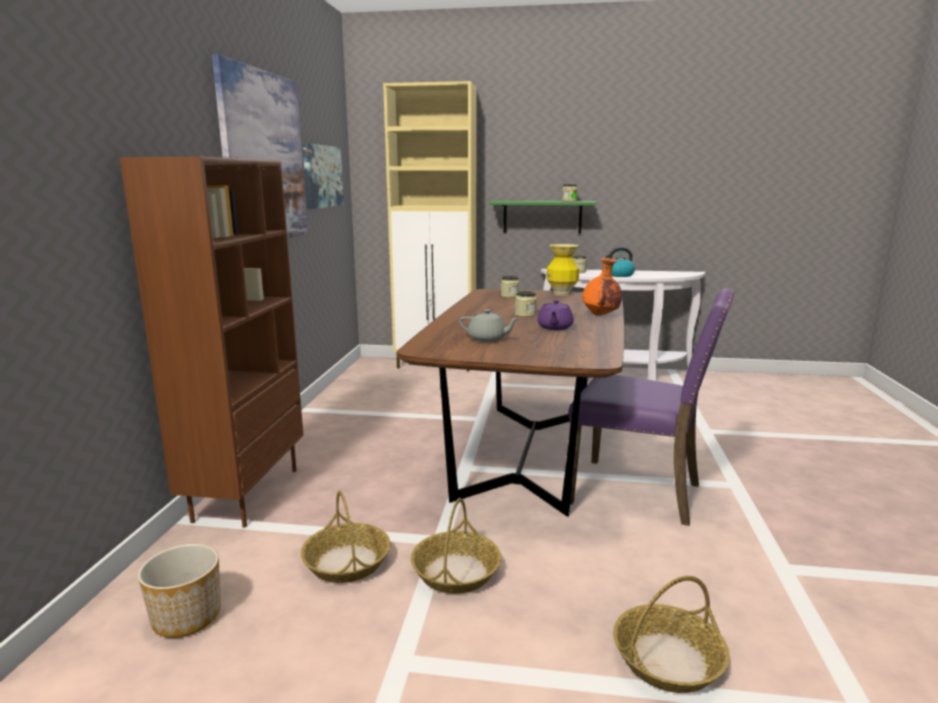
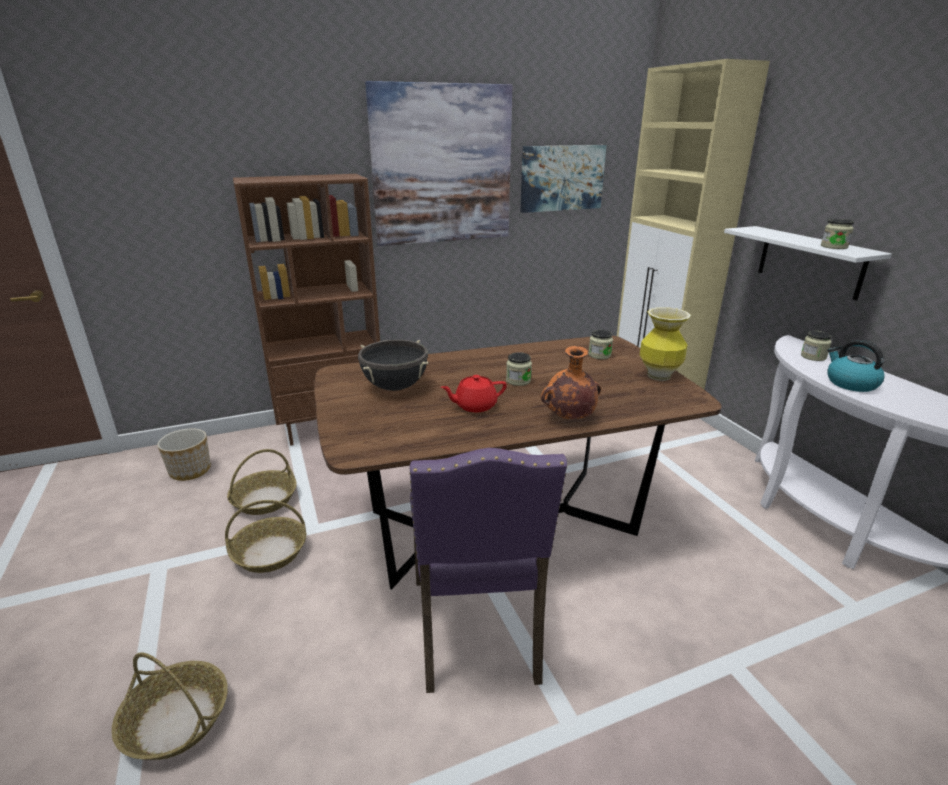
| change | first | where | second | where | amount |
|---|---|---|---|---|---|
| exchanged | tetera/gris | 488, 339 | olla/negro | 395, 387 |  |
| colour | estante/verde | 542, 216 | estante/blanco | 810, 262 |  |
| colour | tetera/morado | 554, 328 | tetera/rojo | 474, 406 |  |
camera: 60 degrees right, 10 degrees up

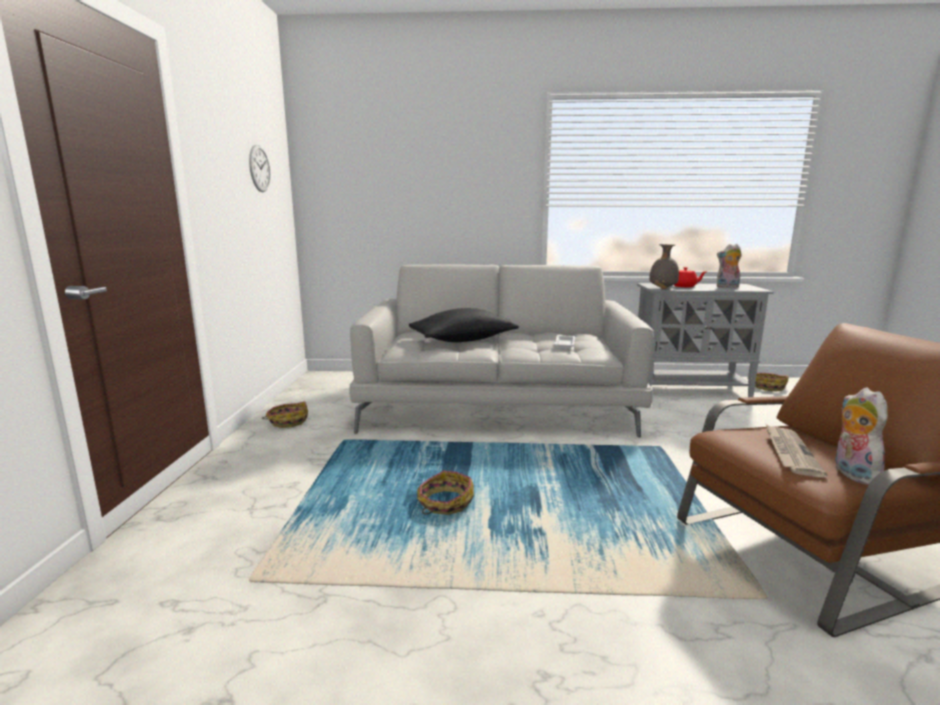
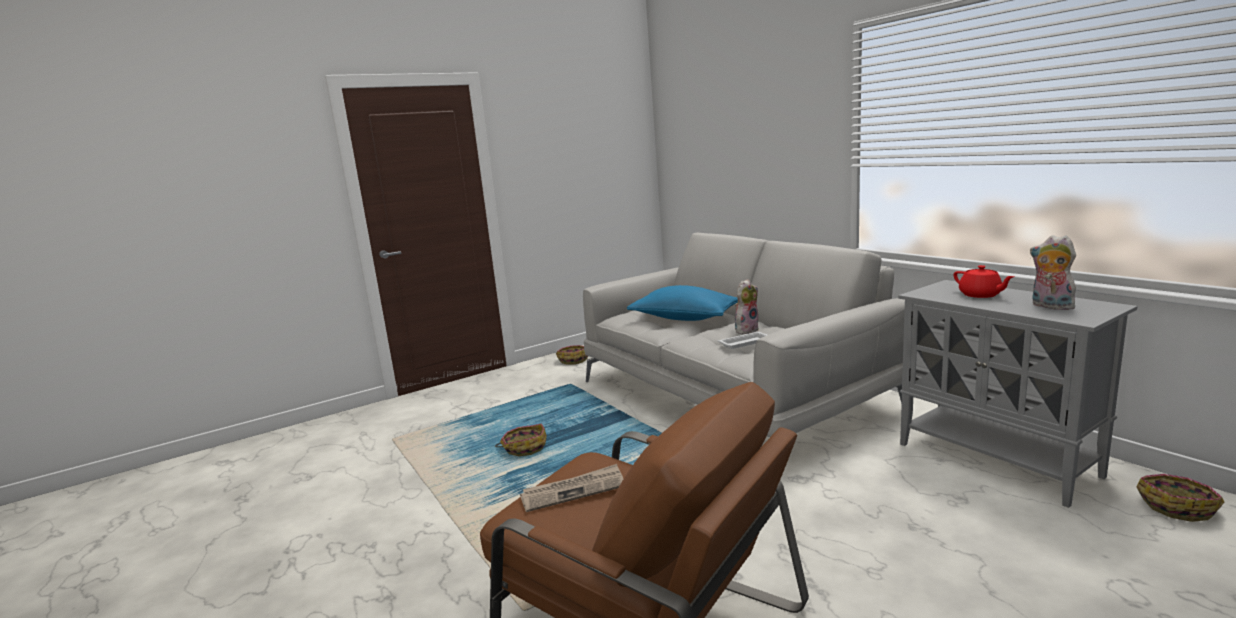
| change | first | where | second | where | amount |
|---|---|---|---|---|---|
| missing | reloj de pared | 259, 168 |  |  |  |
| missing | florero/gris | 662, 288 |  |  |  |
| relocated | peluche | 851, 474 |  | 746, 330 |  |
| colour | cojín/negro | 463, 340 | cojín/azul | 684, 318 |  |
camera: 55 degrees right, 0 degrees up

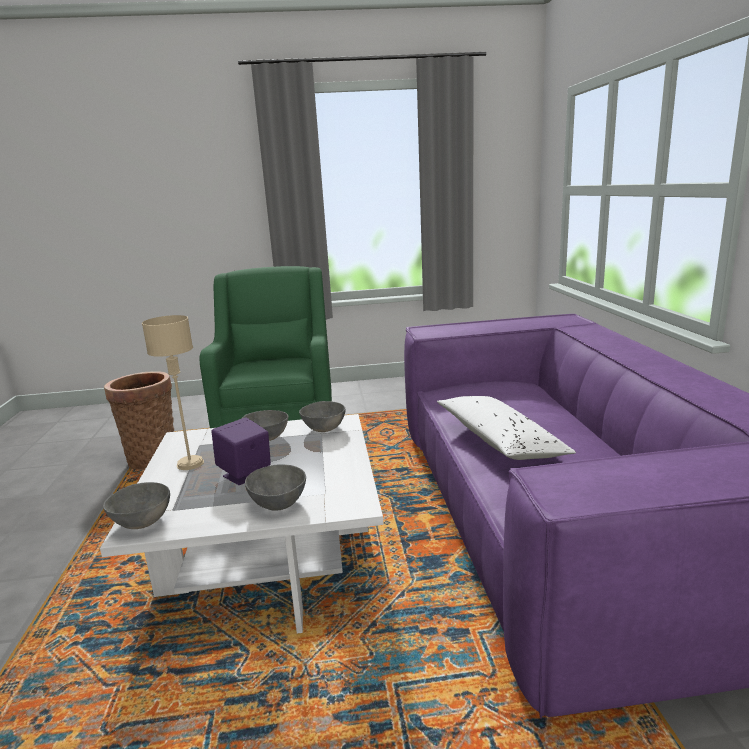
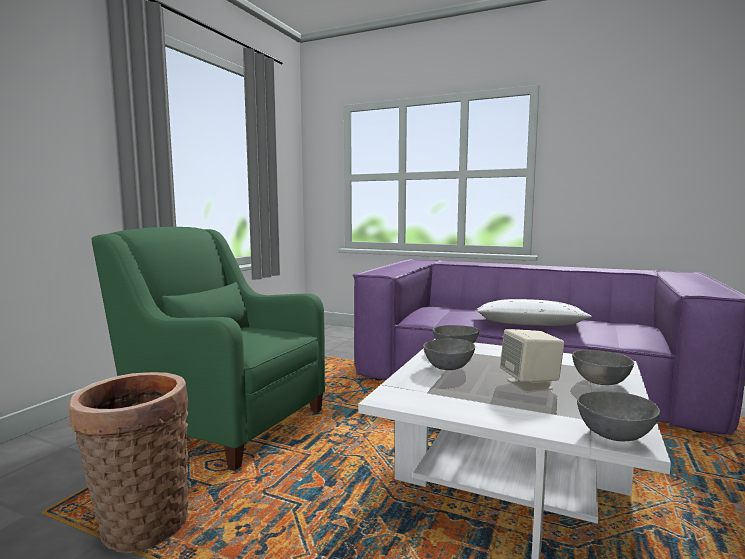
| change | first | where | second | where | amount |
|---|---|---|---|---|---|
| missing | lámpara de mesa/beis | 190, 464 |  |  |  |
| colour | altavoz/morado | 245, 475 | altavoz/beis | 530, 384 |  |
camera: 60 degrees left, 10 degrees down

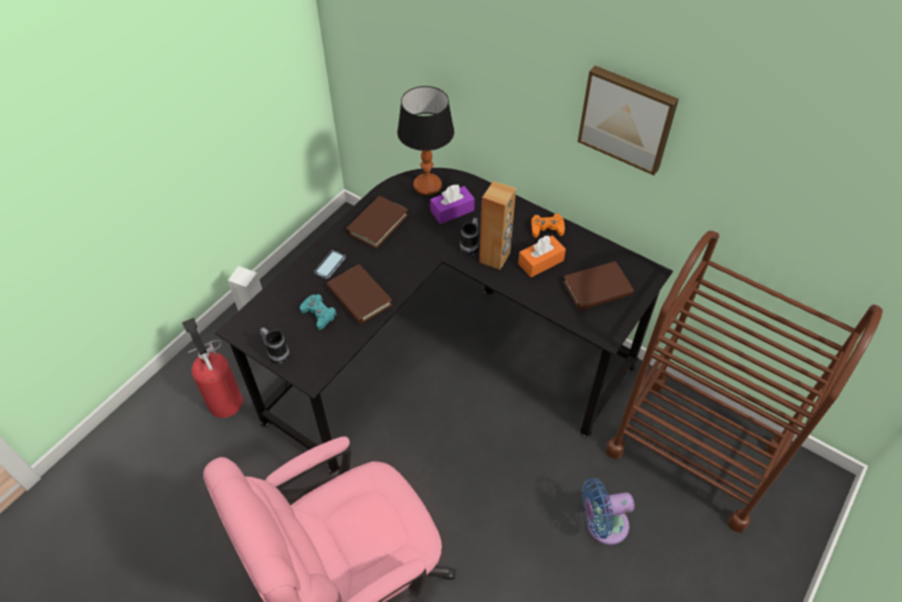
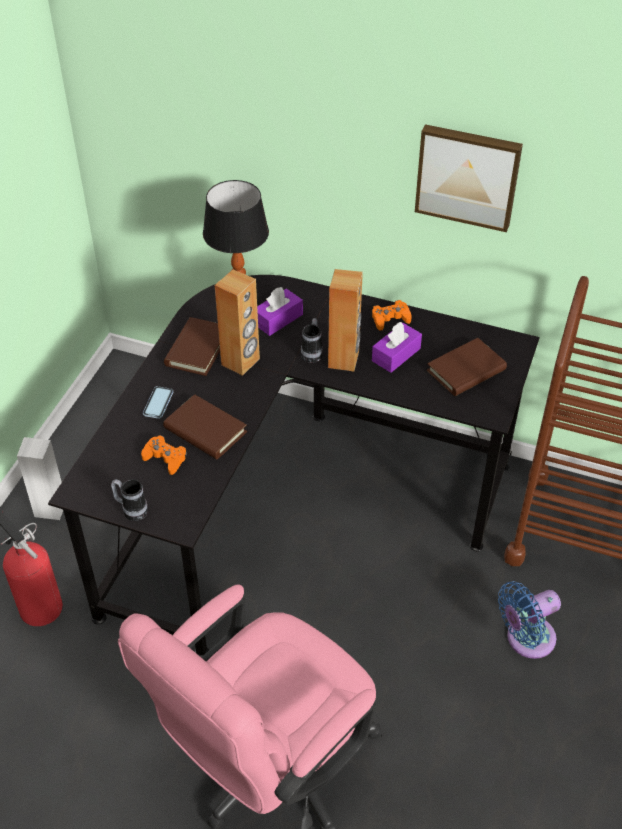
| change | first | where | second | where | amount |
|---|---|---|---|---|---|
| appeared |  |  | altavoz/marrón | 241, 362 |  |
| colour | mando de consola/turquesa | 319, 314 | mando de consola/naranja | 165, 458 |  |
| colour | caja de pañuelos/naranja | 541, 262 | caja de pañuelos/morado | 396, 355 |  |
camera: 15 degrees left, 5 degrees down

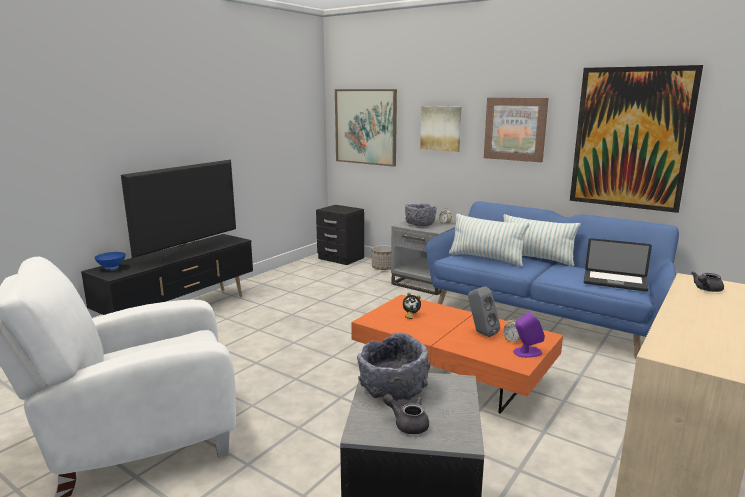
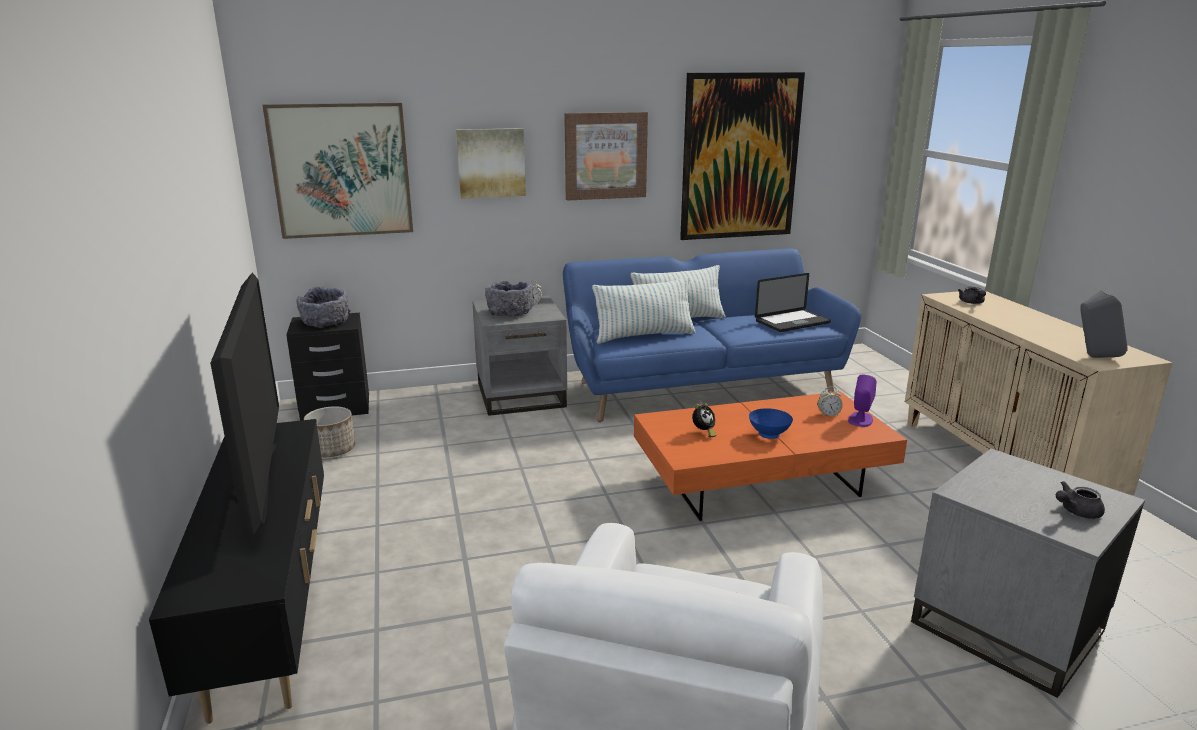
| change | first | where | second | where | amount |
|---|---|---|---|---|---|
| relocated | cuenco/azul | 112, 268 |  | 768, 435 |  |
| relocated | cuenco/gris | 393, 389 |  | 326, 323 |  |
| relocated | maceta | 383, 267 |  | 332, 449 |  |
| relocated | altavoz/gris | 481, 333 |  | 1093, 357 |  |
camera: 50 degrees left, 5 degrees up

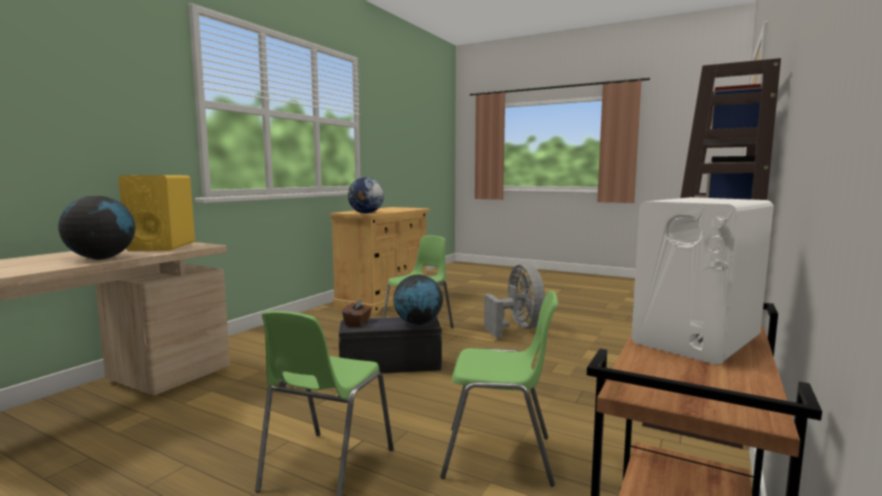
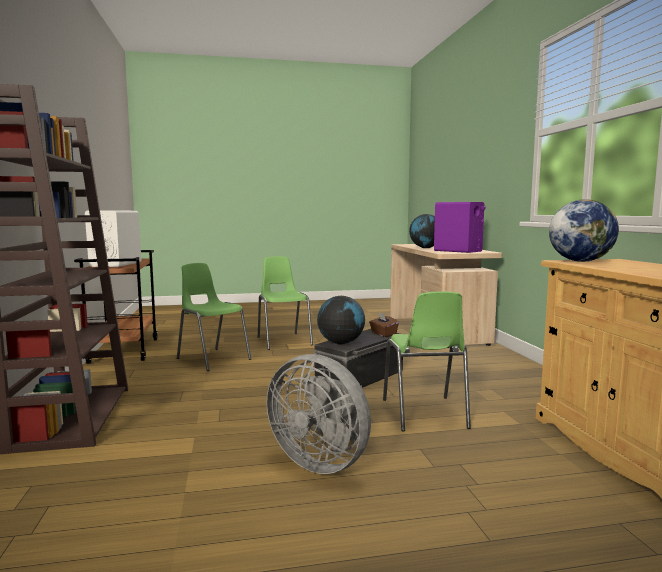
| change | first | where | second | where | amount |
|---|---|---|---|---|---|
| colour | altavoz/amarillo | 162, 246 | altavoz/morado | 458, 251 |  |
| spun | silla/verde | 499, 456 |  | 213, 359 | 75 degrees clockwise |
camera: 140 degrees right, 0 degrees up

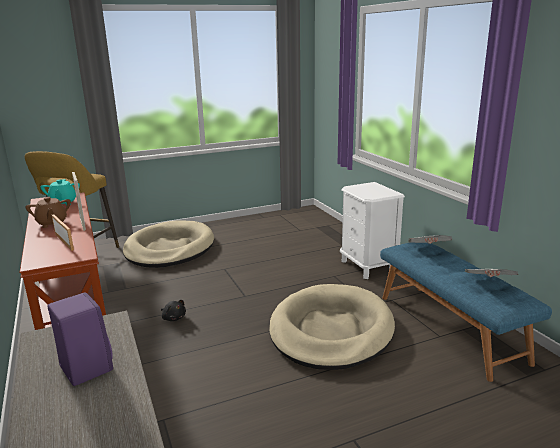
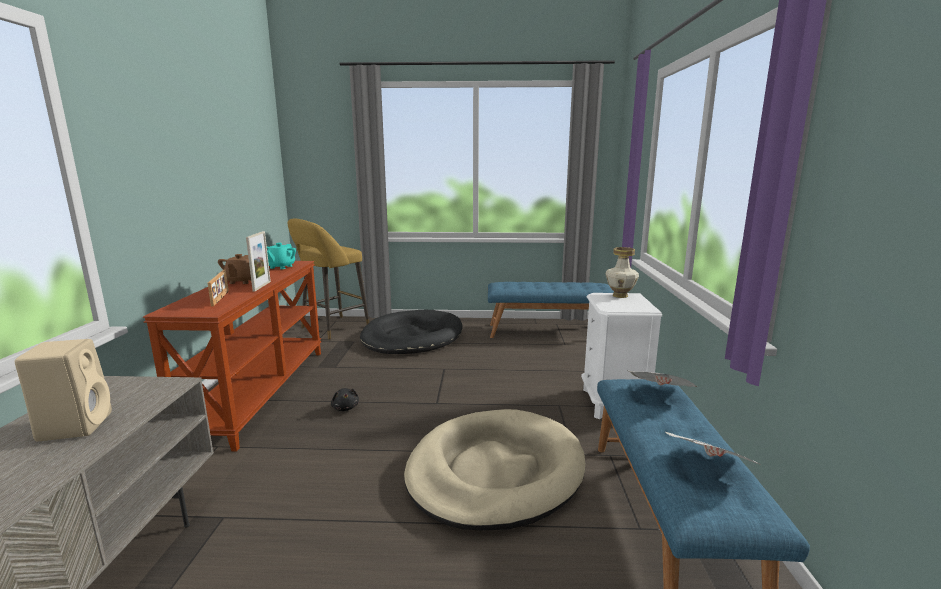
| change | first | where | second | where | amount |
|---|---|---|---|---|---|
| appeared |  |  | banco/azul | 549, 331 |  |
| appeared |  |  | florero | 620, 295 |  |
| colour | altavoz/morado | 85, 368 | altavoz/beis | 76, 425 |  |
| colour | cama para perro/beis | 170, 248 | cama para perro/negro | 412, 337 |  |
camera: 25 degrees right, 5 degrees down

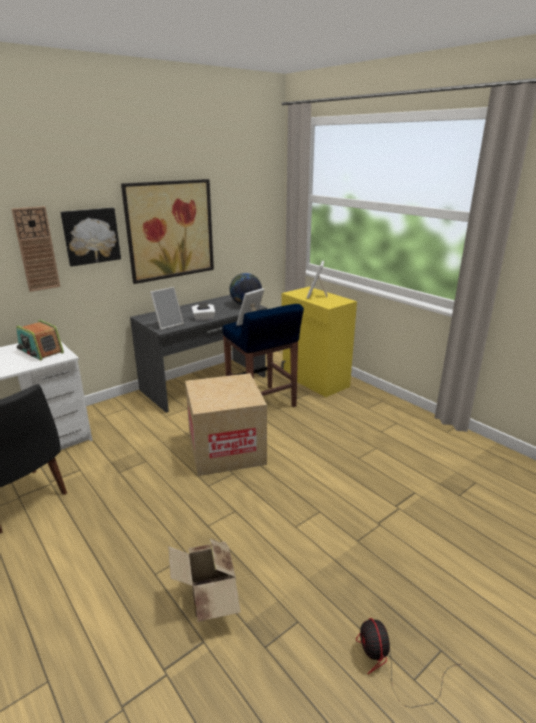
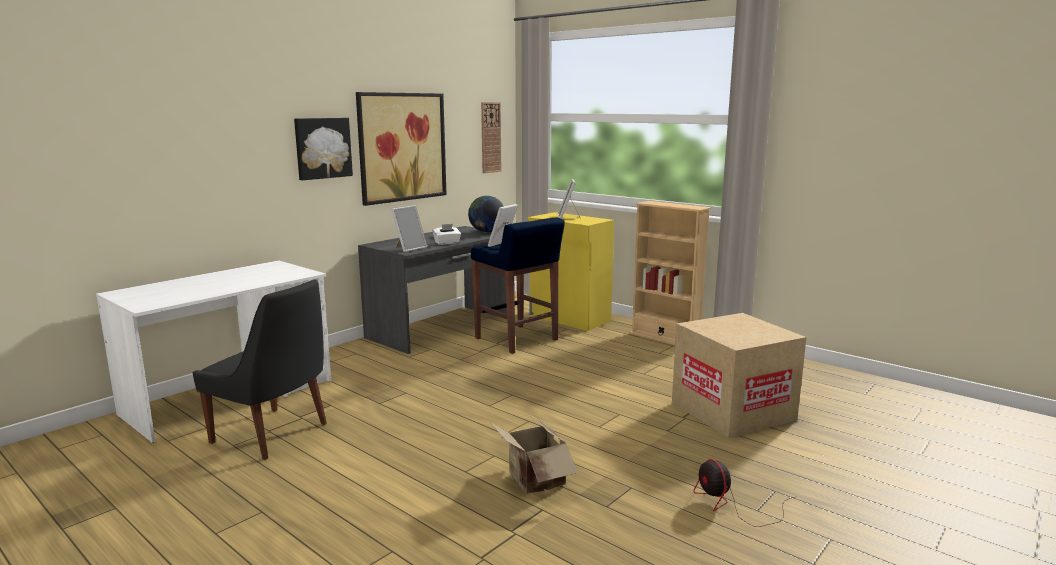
| change | first | where | second | where | amount |
|---|---|---|---|---|---|
| missing | radio | 41, 351 |  |  |  |
| appeared |  |  | estantería/beis | 665, 338 |  |
| relocated | reloj de pared | 36, 249 |  | 490, 137 |  |
| relocated | caja de cartón | 226, 450 |  | 732, 411 |  |
camera: 10 degrees left, 10 degrees down

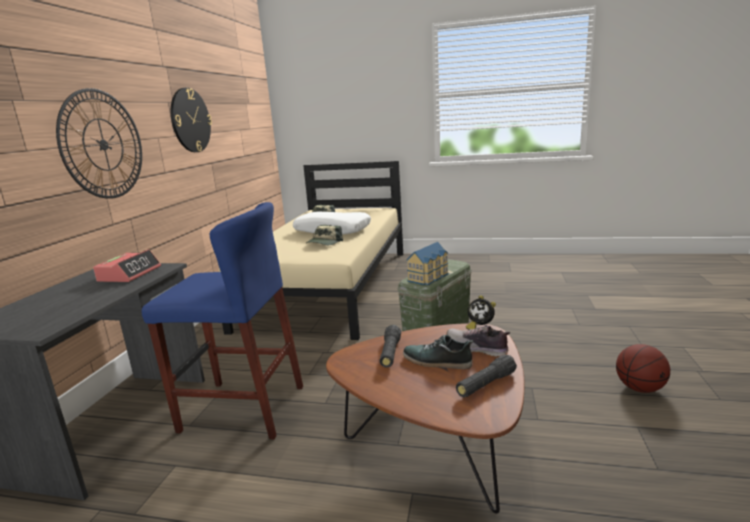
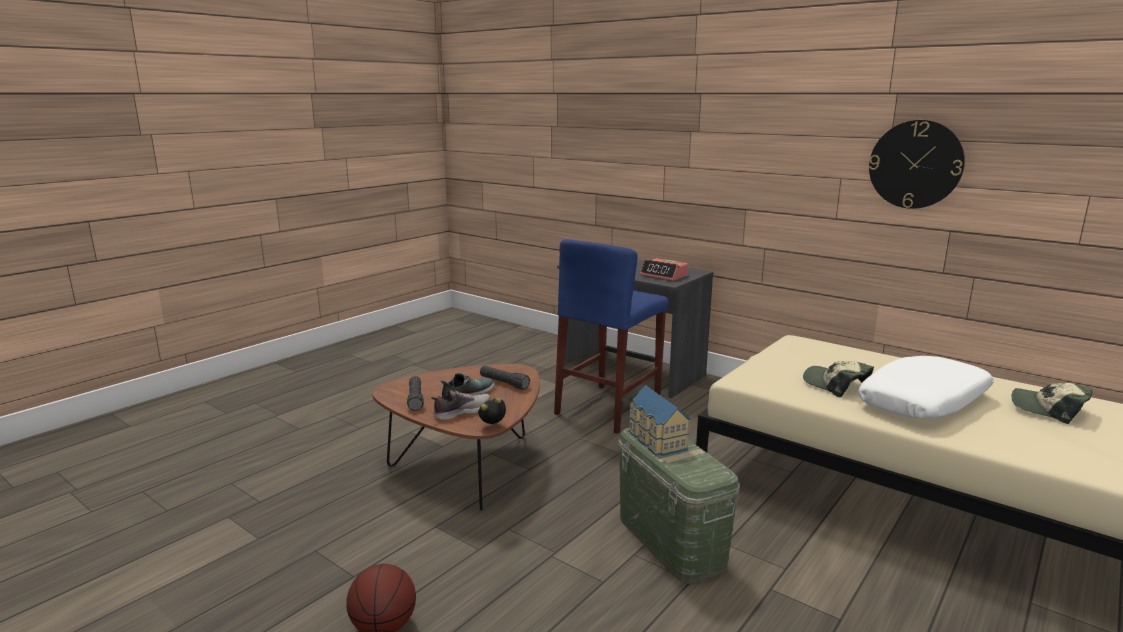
| change | first | where | second | where | amount |
|---|---|---|---|---|---|
| missing | reloj de pared | 103, 144 |  |  |  |
camera: 115 degrees right, 0 degrees up

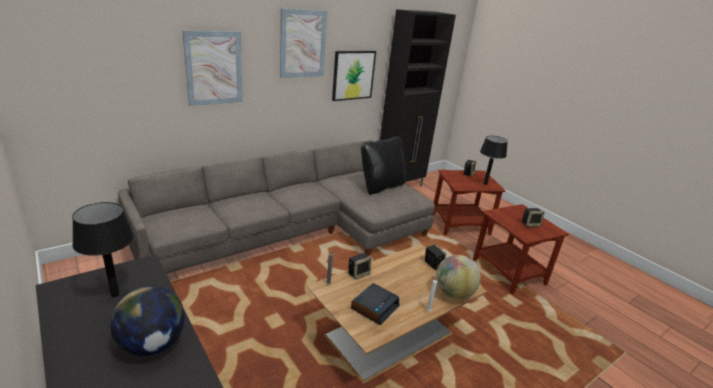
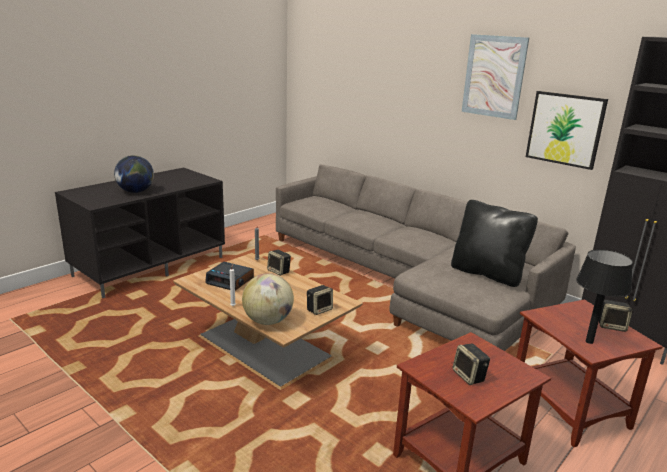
| change | first | where | second | where | amount |
|---|---|---|---|---|---|
| missing | lámpara de mesa/negro | 115, 295 |  |  |  |
| missing | cuadro | 214, 68 |  |  |  |
camera: 80 degrees right, 5 degrees down

